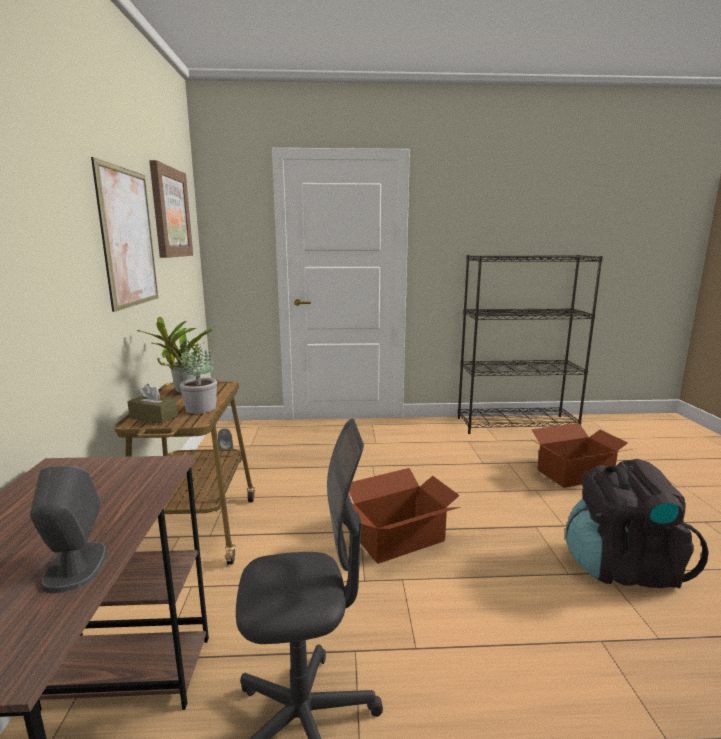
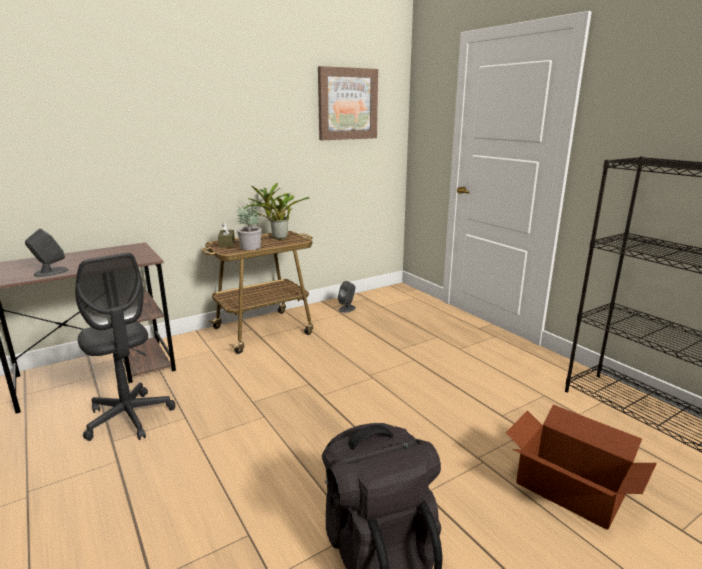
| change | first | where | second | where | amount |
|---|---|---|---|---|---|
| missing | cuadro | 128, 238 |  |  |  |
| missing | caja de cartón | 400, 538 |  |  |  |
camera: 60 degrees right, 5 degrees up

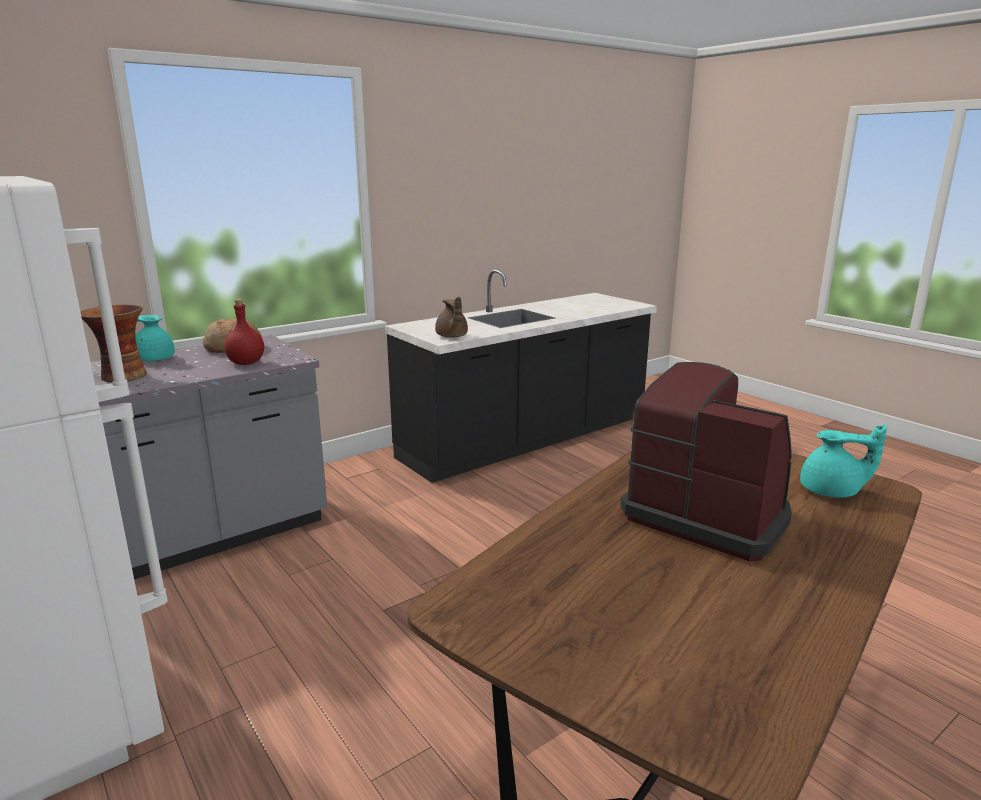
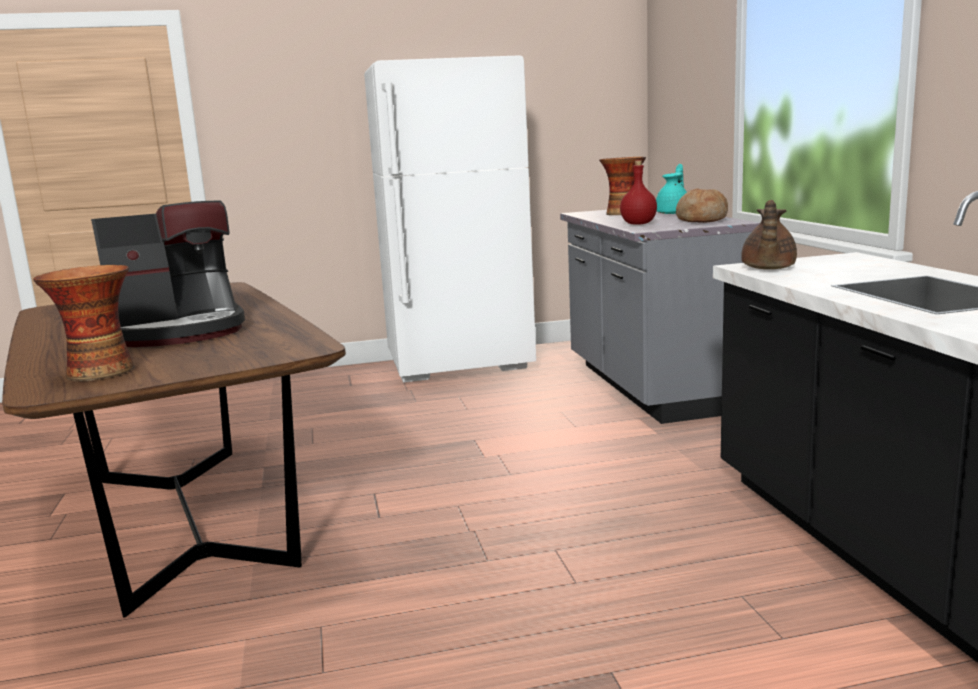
| change | first | where | second | where | amount |
|---|---|---|---|---|---|
| exchanged | tetera/turquesa | 832, 492 | florero | 99, 372 |  |
| spun | tetera/marrón | 451, 336 |  | 767, 268 | 75 degrees counterclockwise |
camera: 115 degrees right, 5 degrees down

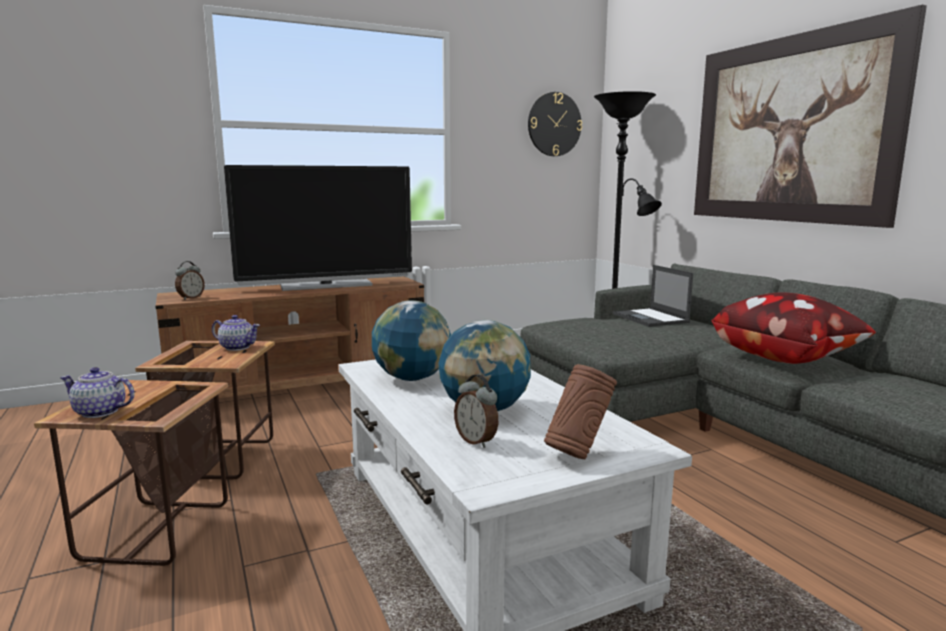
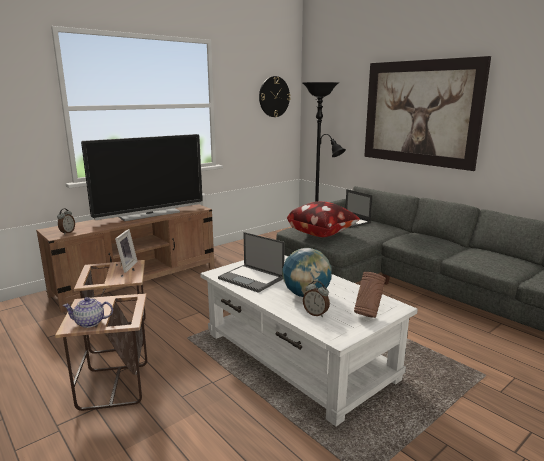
| change | first | where | second | where | amount |
|---|---|---|---|---|---|
| relocated | cojín | 785, 358 |  | 321, 233 |  |
| exchanged | tetera | 237, 347 | portarretratos | 125, 267 |  |
| exchanged | globo terráqueo | 412, 378 | portátil | 252, 278 |  |
camera: 15 degrees left, 5 degrees up

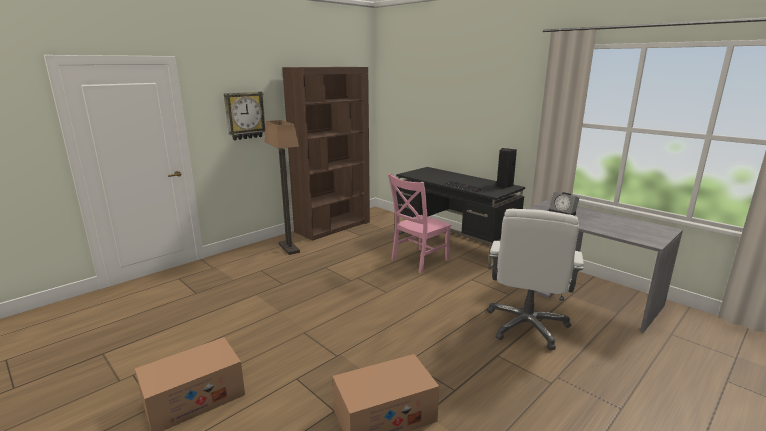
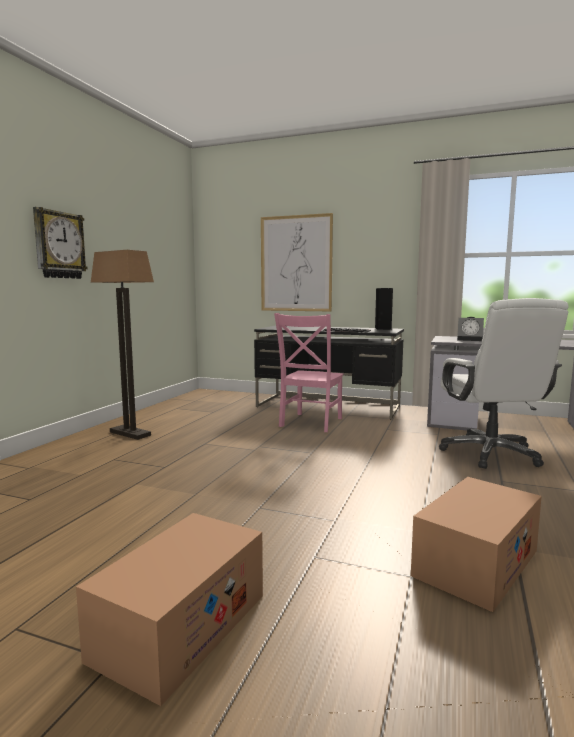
| change | first | where | second | where | amount |
|---|---|---|---|---|---|
| missing | estantería/marrón | 333, 227 |  |  |  |
| appeared |  |  | cuadro | 296, 264 |  |
camera: 25 degrees left, 10 degrees down

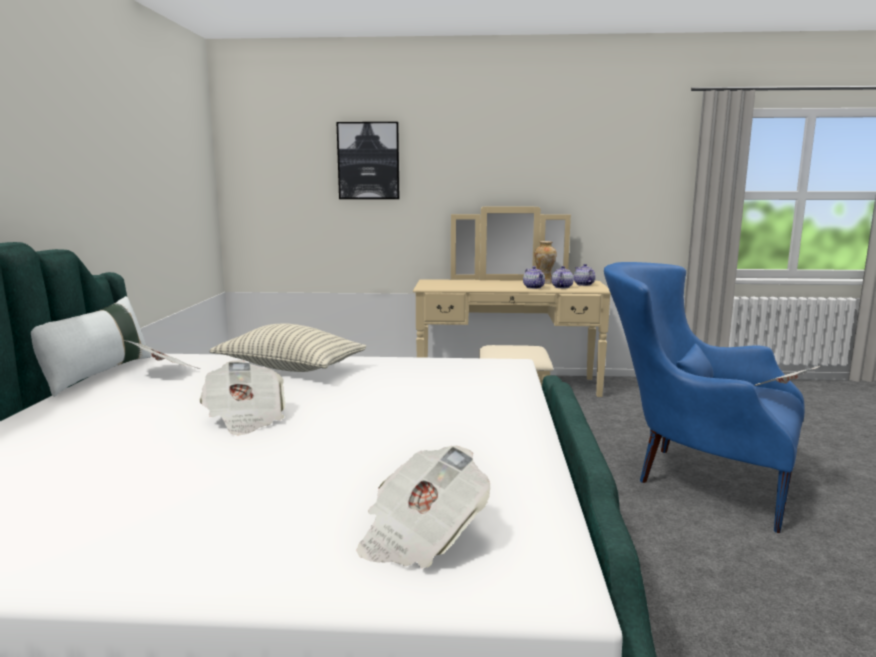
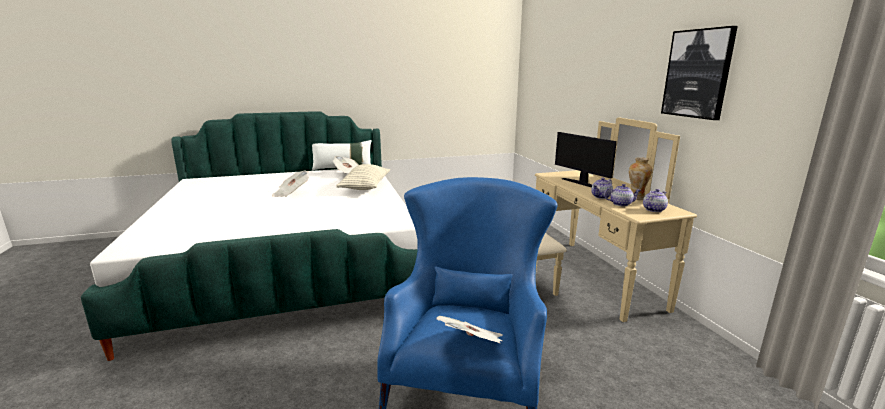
| change | first | where | second | where | amount |
|---|---|---|---|---|---|
| missing | periódico | 420, 537 |  |  |  |
| appeared |  |  | monitor | 581, 183 |  |
| relocated | cuadro | 368, 161 |  | 697, 74 |  |
camera: 70 degrees right, 5 degrees up

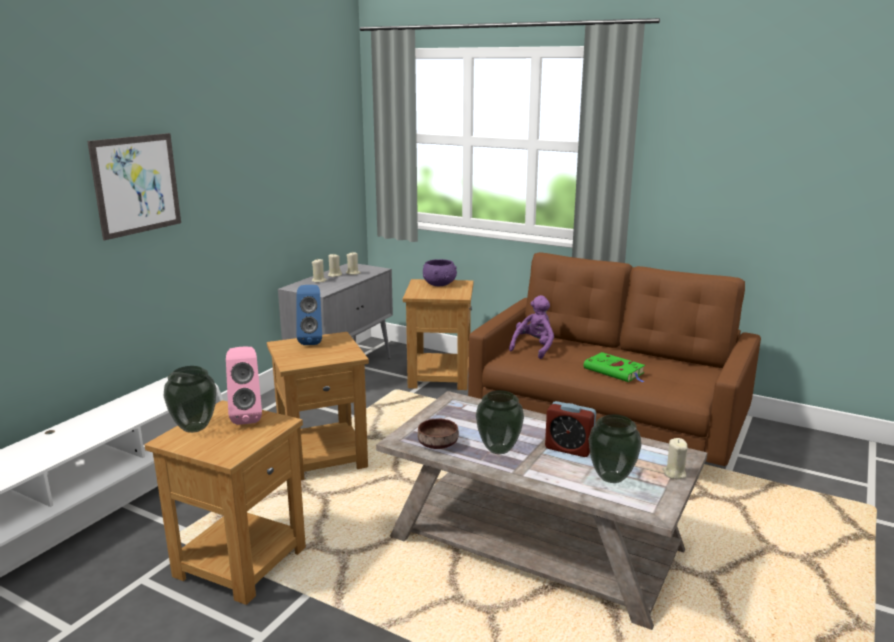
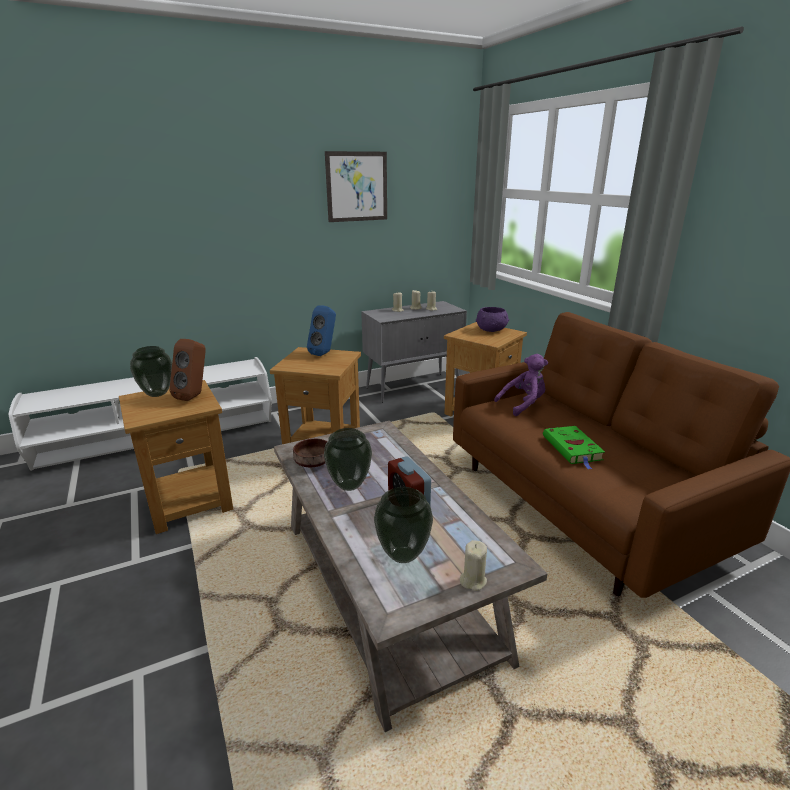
| change | first | where | second | where | amount |
|---|---|---|---|---|---|
| relocated | cuadro | 136, 185 |  | 357, 186 |  |
| colour | altavoz/rosa | 247, 417 | altavoz/marrón | 195, 396 |  |
camera: 35 degrees right, 5 degrees up

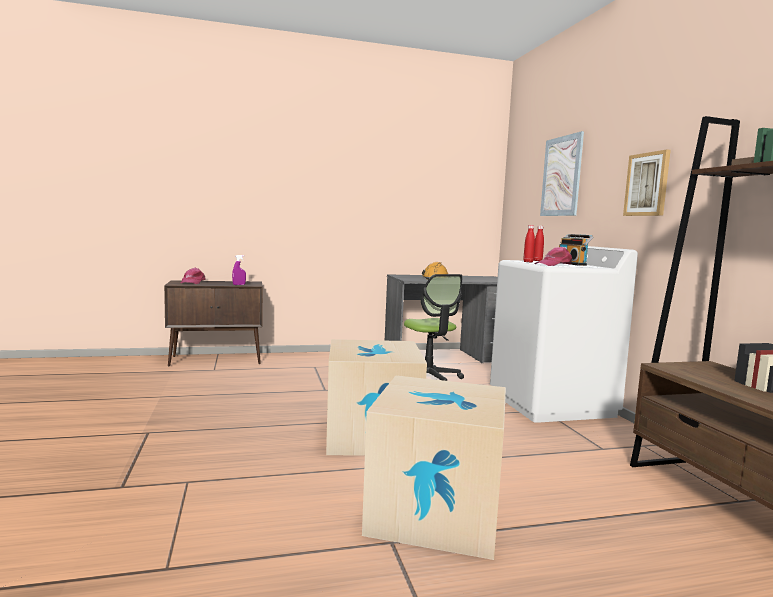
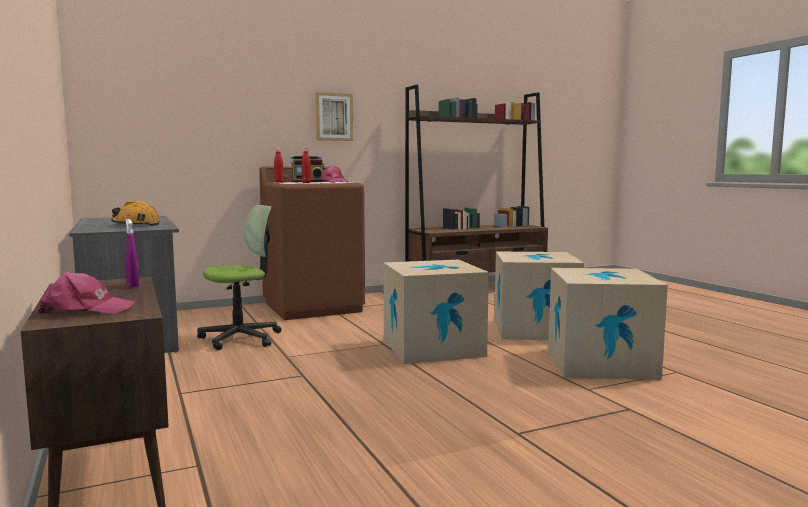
| change | first | where | second | where | amount |
|---|---|---|---|---|---|
| missing | cuadro | 561, 176 |  |  |  |
| appeared |  |  | caja de cartón | 600, 363 |  |
| colour | lavadora/blanco | 551, 404 | lavadora/marrón | 313, 307 |  |
camera: 100 degrees left, 0 degrees up

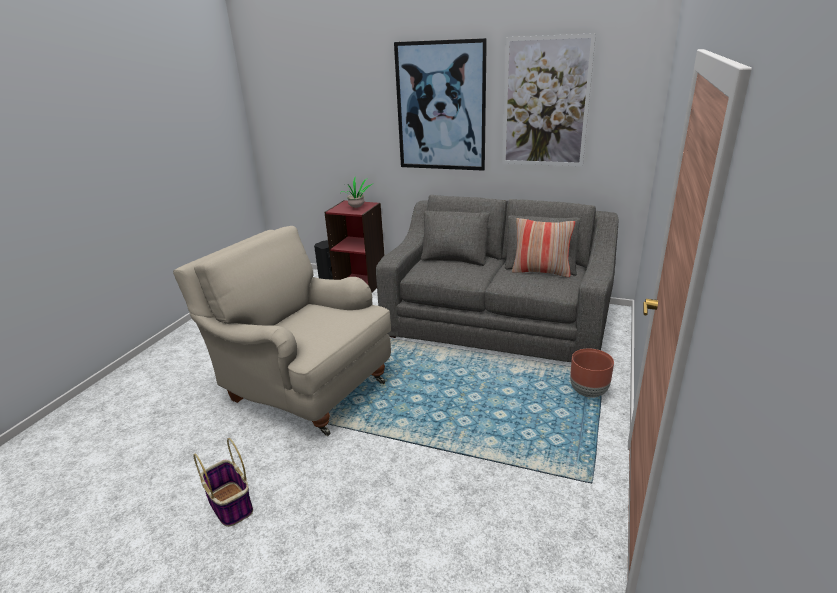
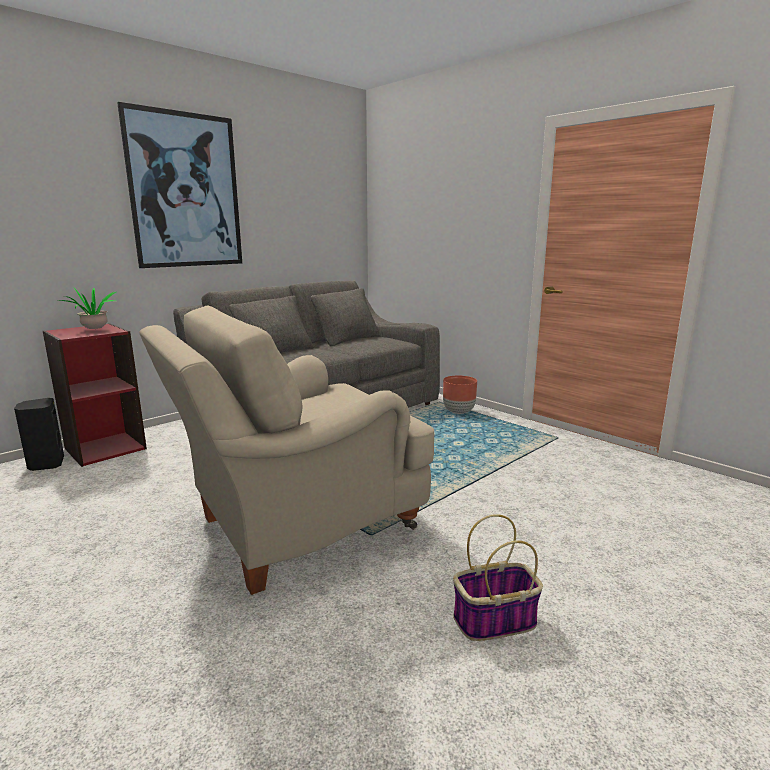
| change | first | where | second | where | amount |
|---|---|---|---|---|---|
| missing | cuadro | 545, 103 |  |  |  |
| missing | cojín | 541, 271 |  |  |  |
camera: 65 degrees left, 10 degrees down

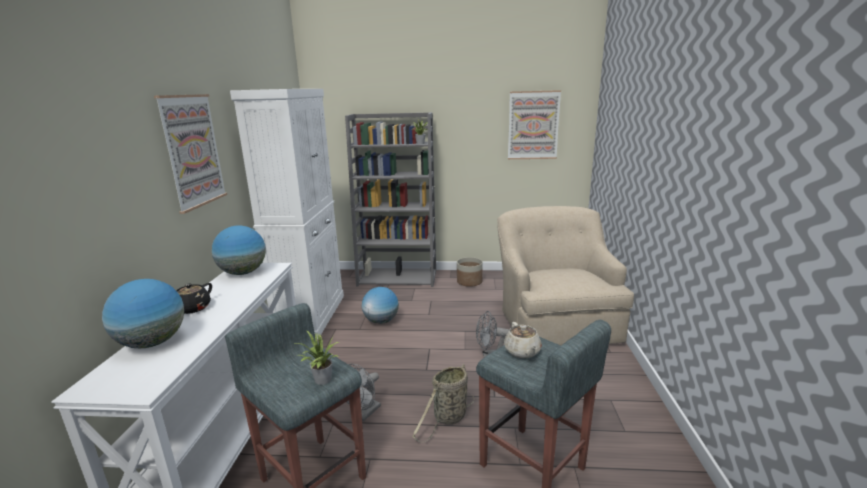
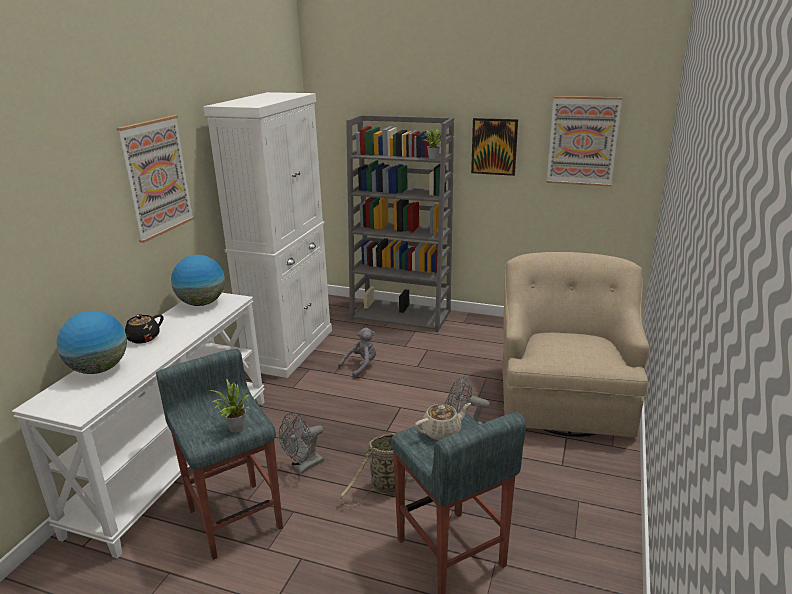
| change | first | where | second | where | amount |
|---|---|---|---|---|---|
| missing | maceta | 469, 282 |  |  |  |
| appeared |  |  | cuadro | 494, 146 |  |
| exchanged | globo terráqueo | 381, 321 | peluche/gris | 361, 367 |  |
| spun | tetera/beis | 522, 352 |  | 442, 432 | 120 degrees counterclockwise |
camera: 15 degrees right, 5 degrees up

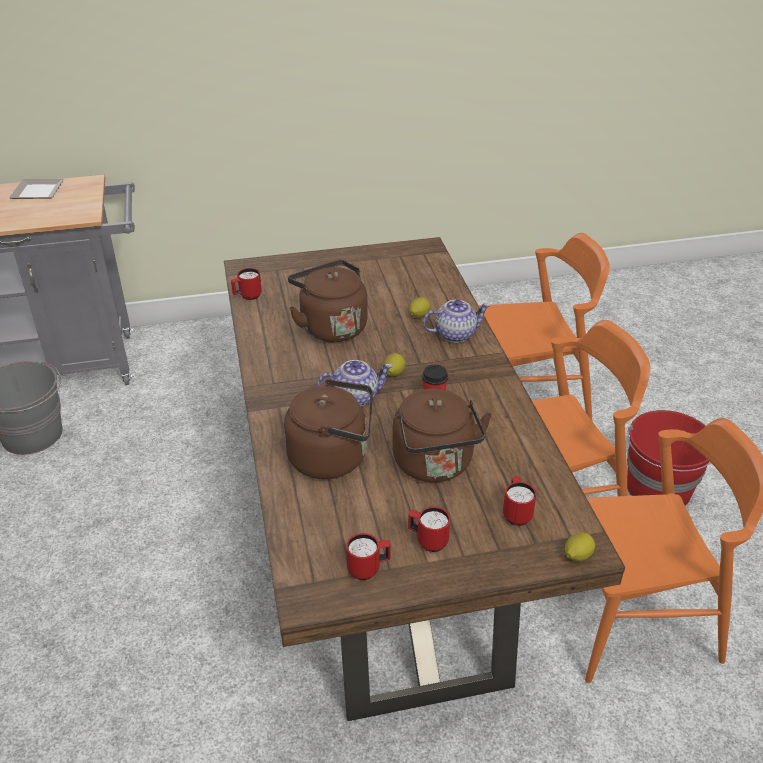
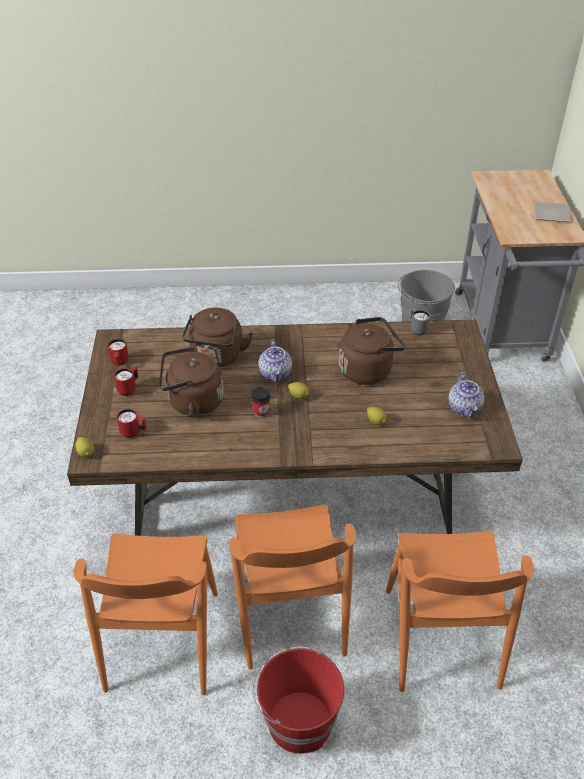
| change | first | where | second | where | amount |
|---|---|---|---|---|---|
| relocated | tetera | 455, 334 |  | 465, 408 |  |
| colour | taza grande/rojo | 247, 296 | taza grande/gris | 417, 329 |  |
camera: 100 degrees right, 5 degrees up

